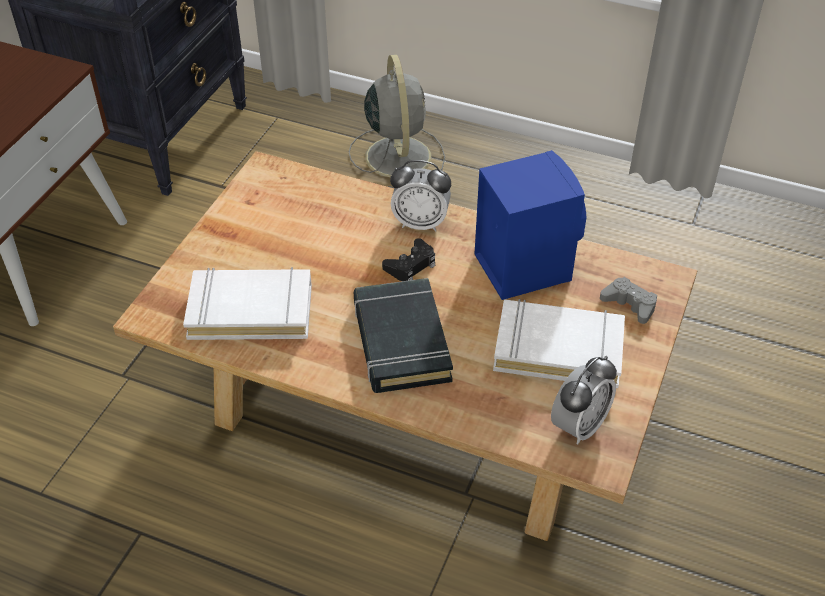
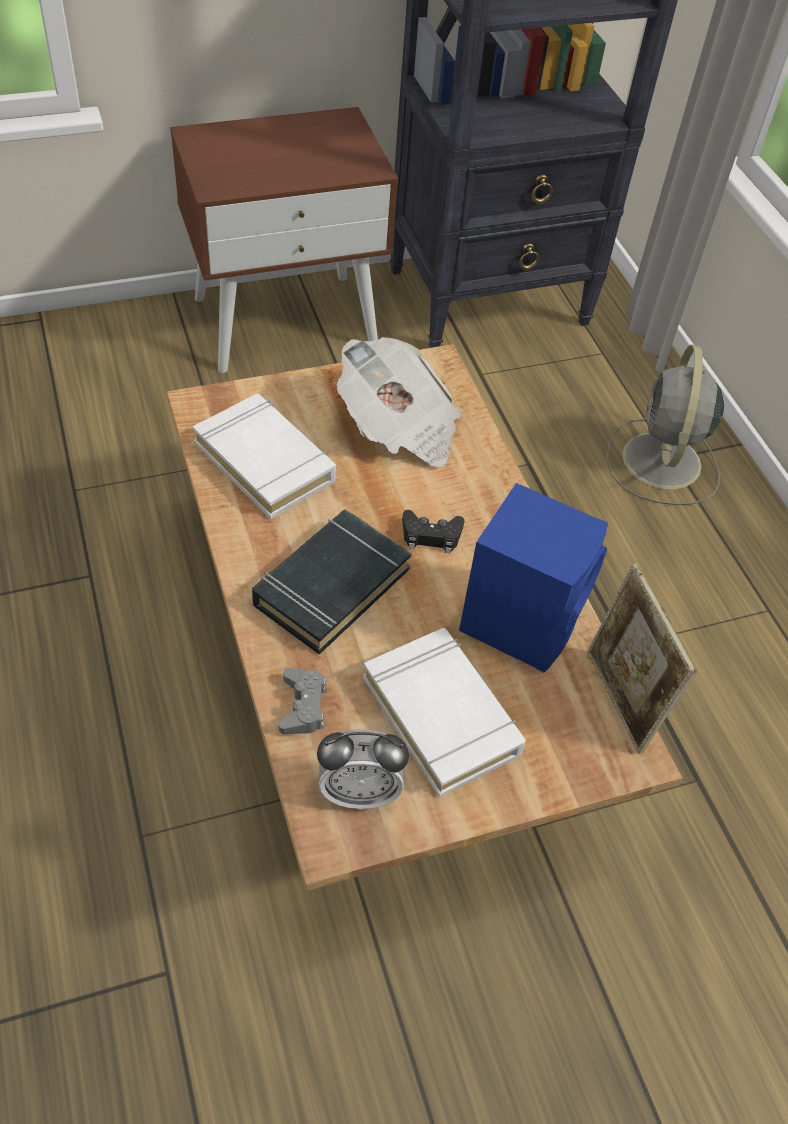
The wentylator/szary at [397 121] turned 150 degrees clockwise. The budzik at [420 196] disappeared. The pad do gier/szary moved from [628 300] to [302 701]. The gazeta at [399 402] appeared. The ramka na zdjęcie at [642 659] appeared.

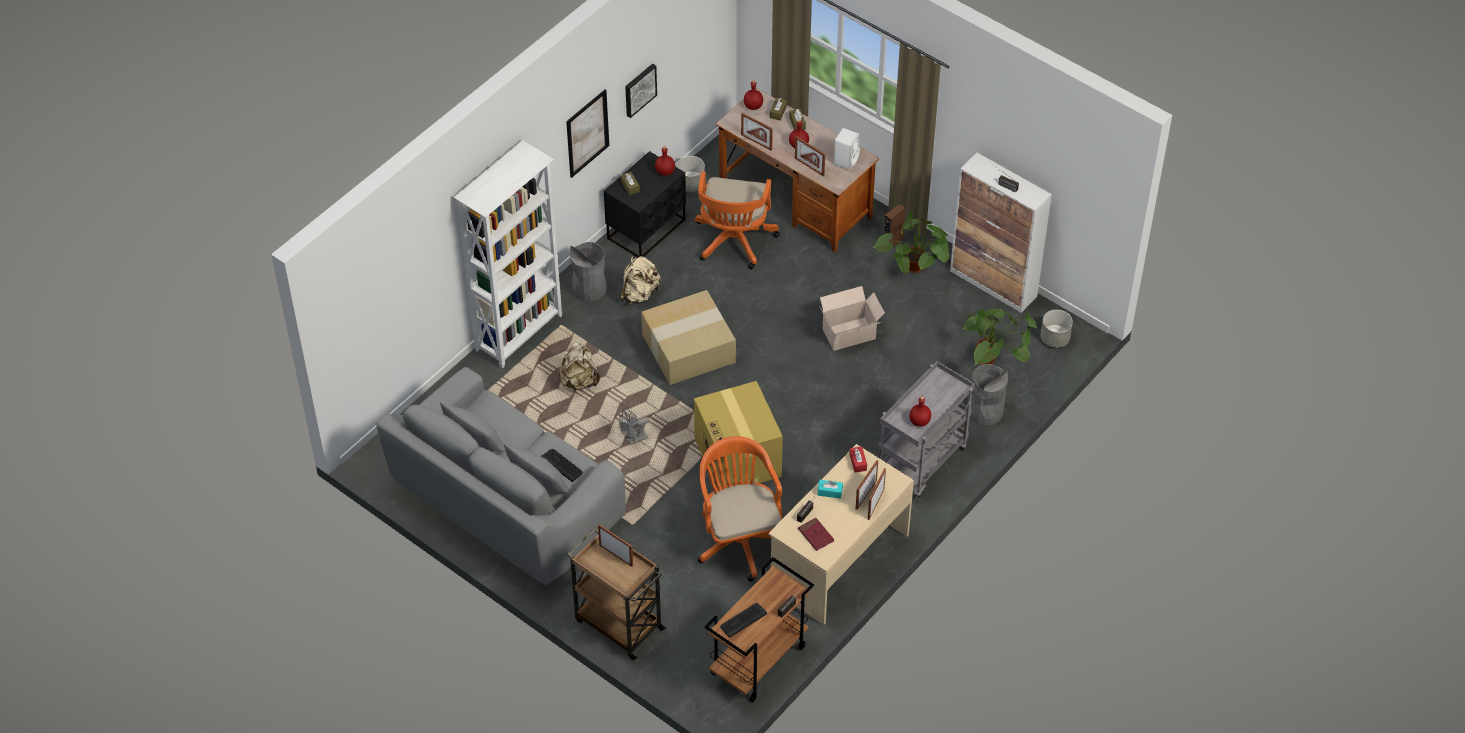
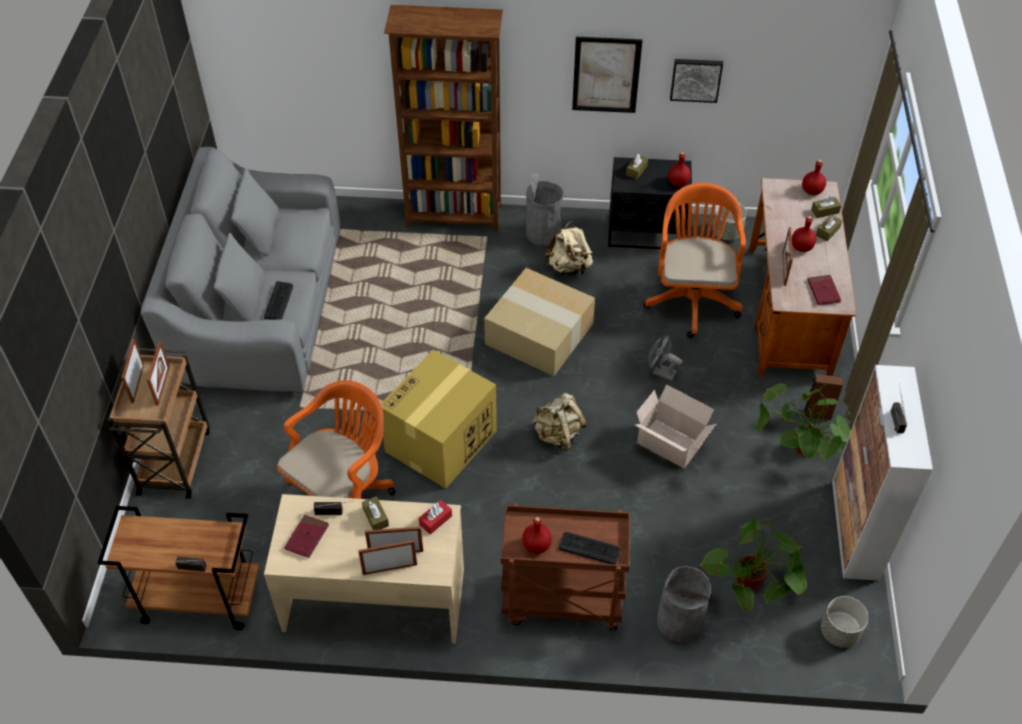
The regał/biały at [508 254] became the regał/brązowy at [443 118]. The plecak/beżowy moved from [579 366] to [560 422]. The wentylator/szary moved from [634 426] to [665 358]. The krzesło biurowe/pomarańczowy at [737 220] turned 120 degrees clockwise. The klawiatura moved from [743 620] to [590 548]. The ramka na zdjęcie moved from [757 132] to [132 371]. The pudełko chusteczek/turkusowy at [830 489] became the pudełko chusteczek/brązowy at [375 513]. The głośnik/biały at [847 149] was replaced by the książka/czerwony at [824 290]. The wózek/szary at [926 429] became the wózek/brązowy at [565 566].

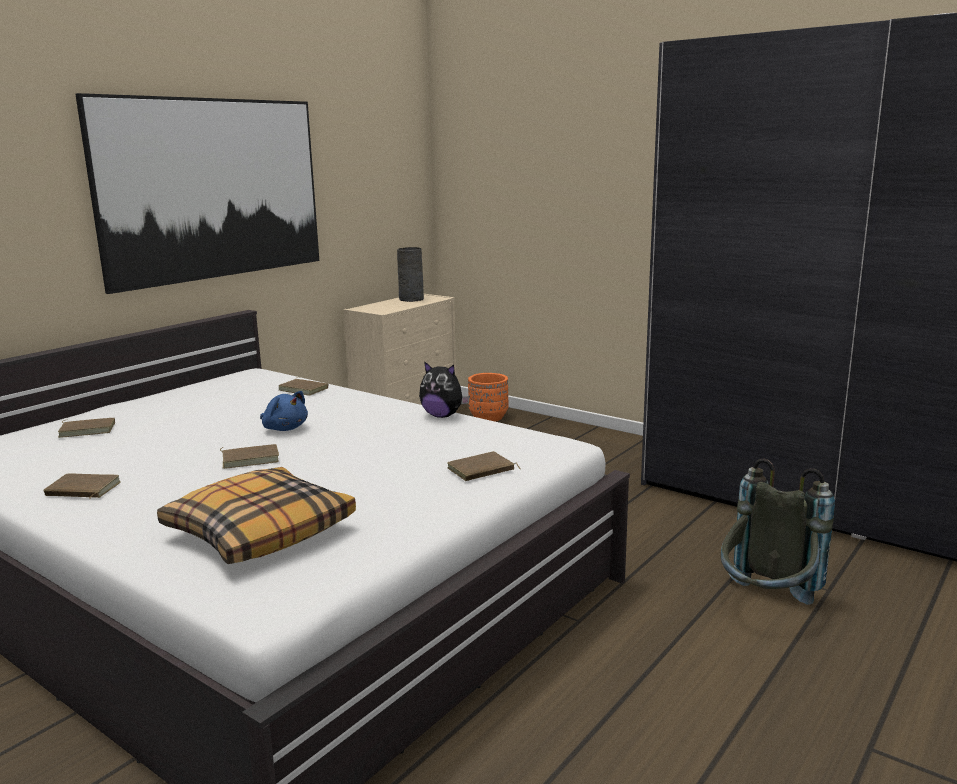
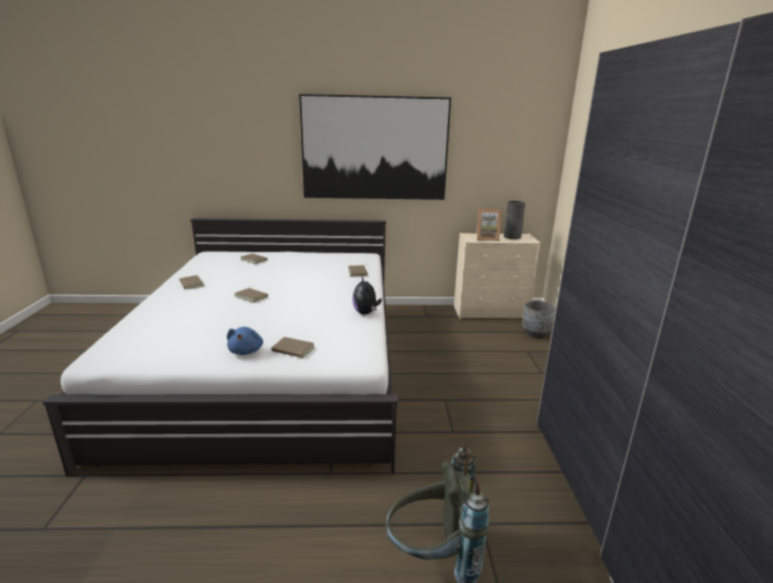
The poduszka at [256 515] disappeared. The pluszak/niebieski moved from [284 411] to [245 341]. The donica/pomarańczowy at [488 397] became the donica/szary at [539 319]. The ramka na zdjęcie at [489 225] appeared.

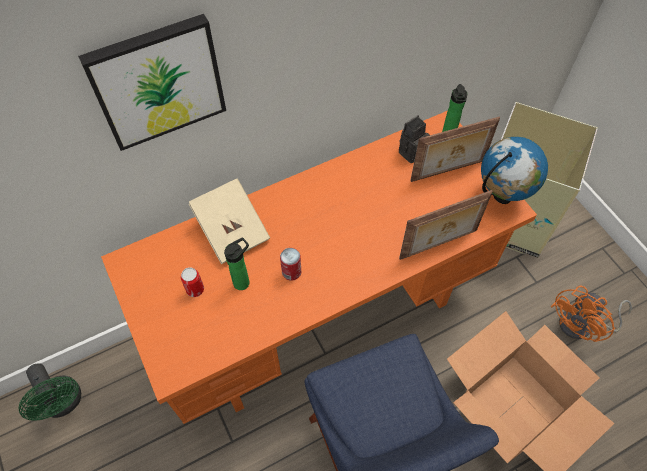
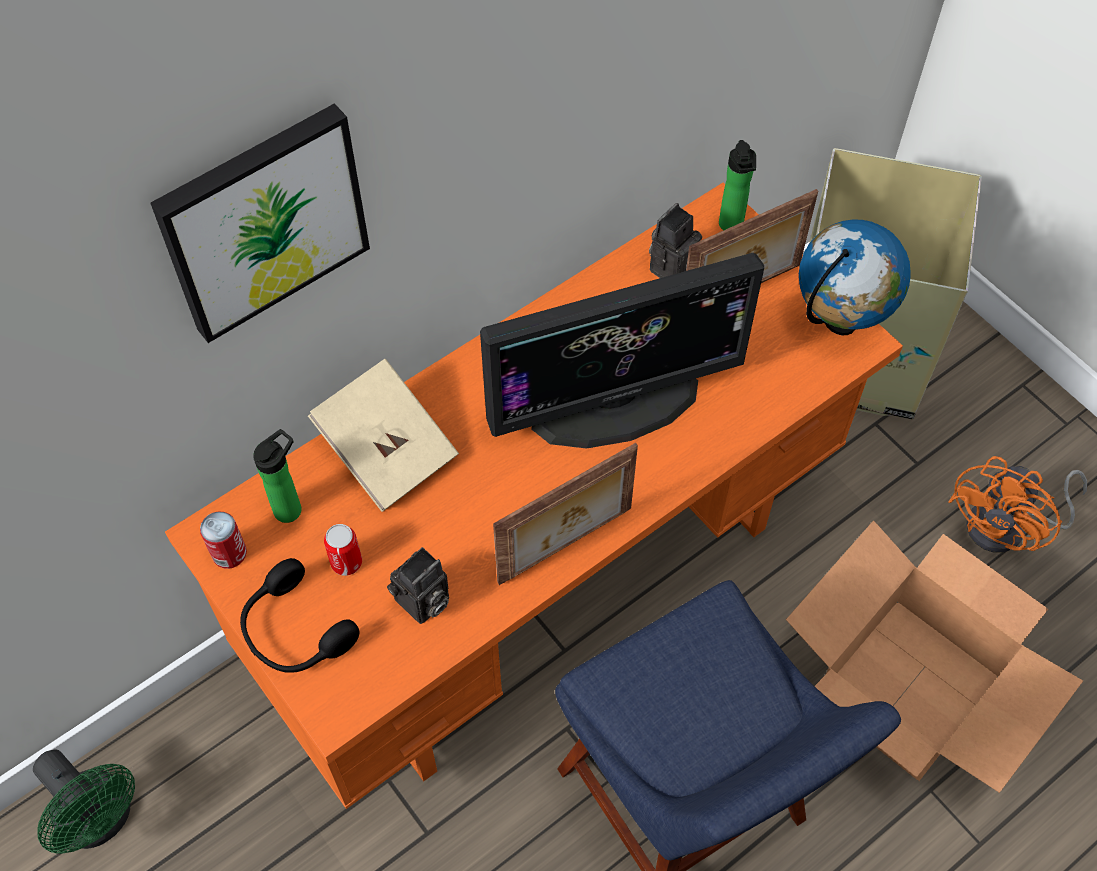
The butelka moved from [236 263] to [277 476]. The puszka moved from [290 264] to [223 540]. The ramka na zdjęcie moved from [446 225] to [565 514]. The słuchawki/czarny at [300 615] appeared. The aparat fotograficzny at [418 585] appeared. The monitor at [622 351] appeared.

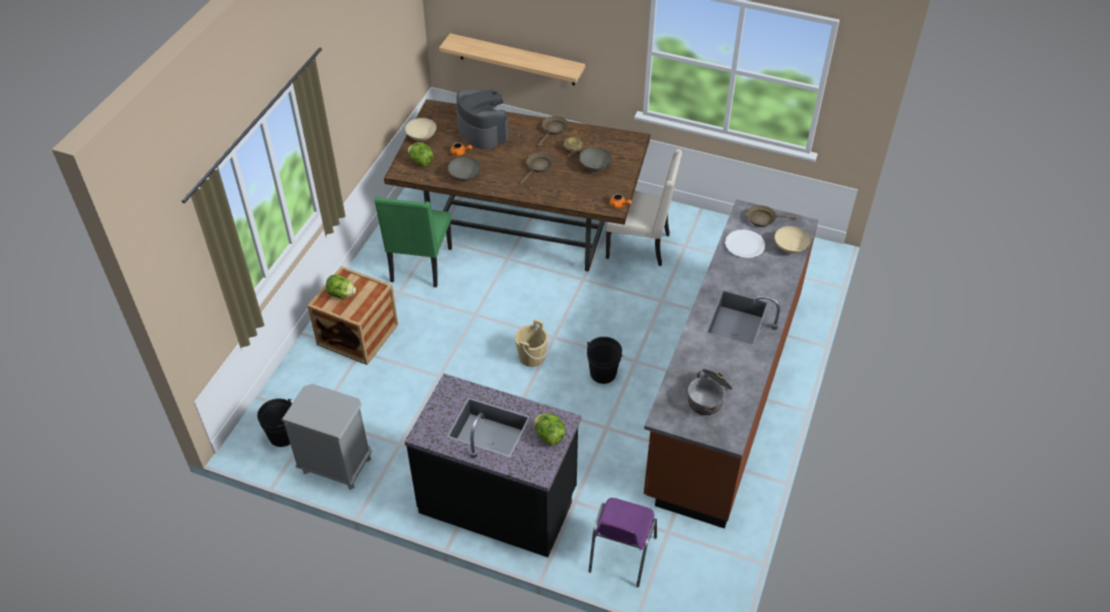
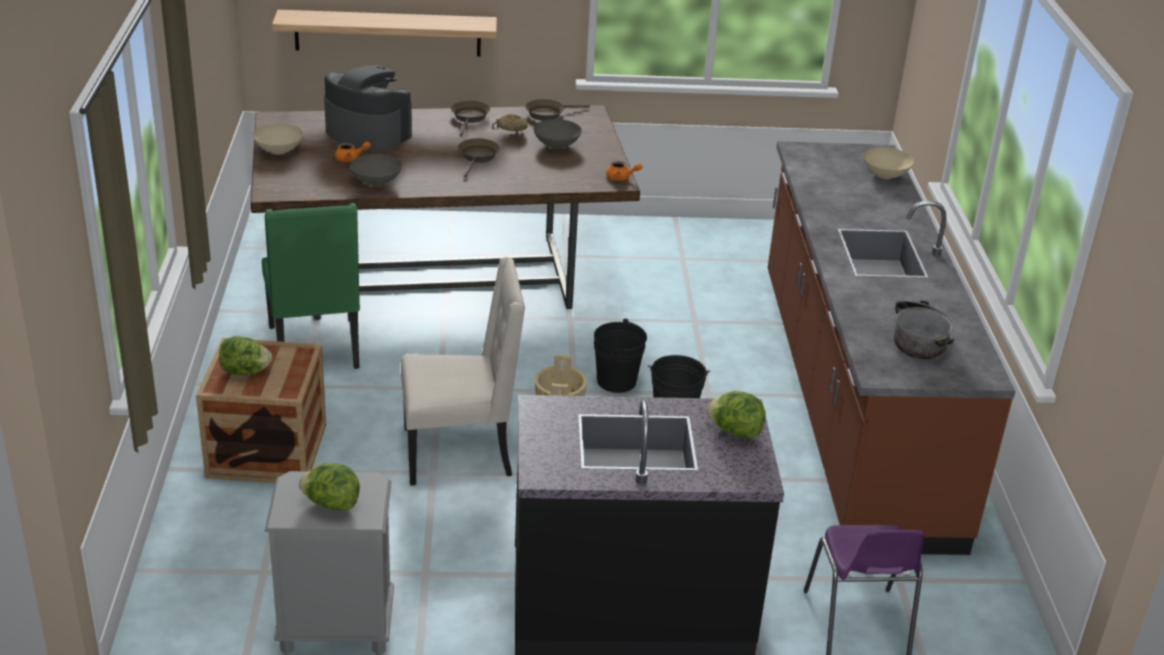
The wiadro/czarny moved from [274 422] to [620 356]. The sałata moved from [420 154] to [329 487]. The krzesło/beżowy moved from [644 207] to [463 371]. The talerz/biały at [745 243] disappeared. The patelnia/brązowy moved from [772 216] to [557 110].

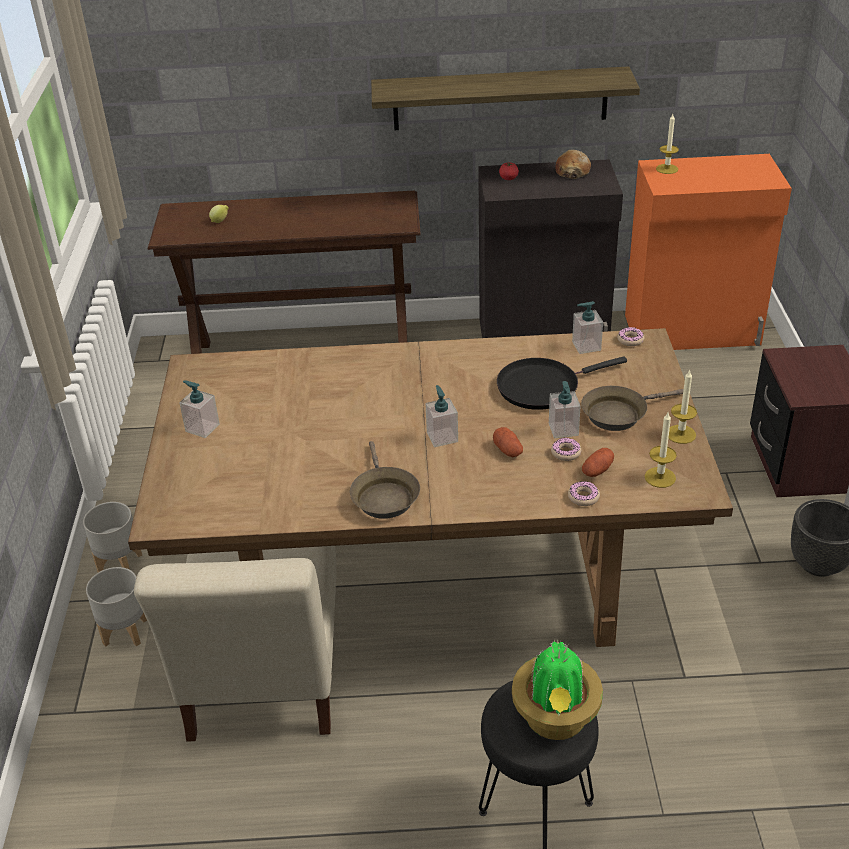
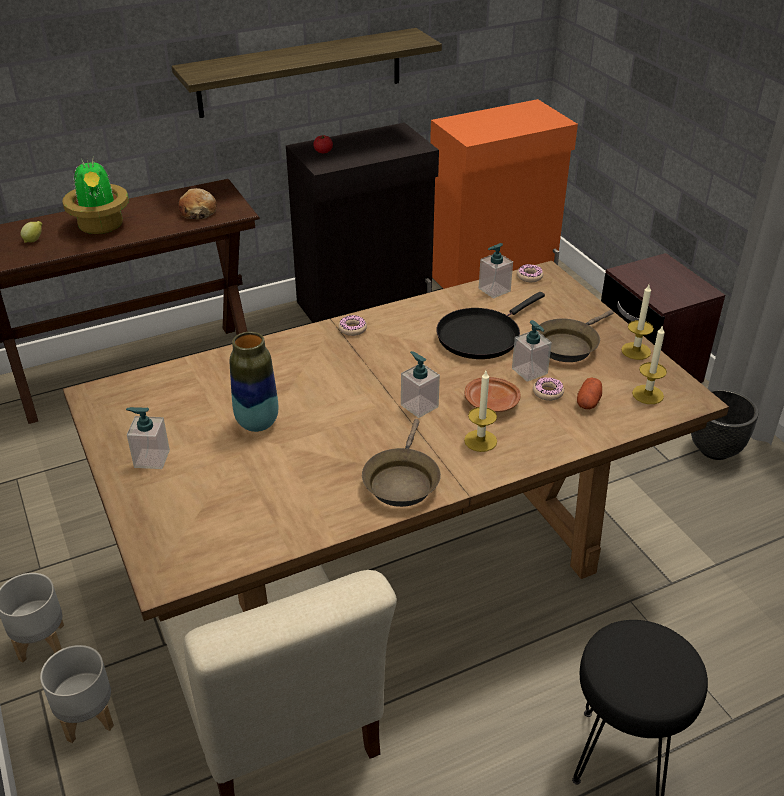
The patelnia/brązowy at [385 480] turned 45 degrees clockwise. The ziemniak at [508 442] was replaced by the talerz/brązowy at [493 394]. The roślina doniczkowa moved from [557 690] to [95 196]. The chleb moved from [573 164] to [198 203]. The donut moved from [584 493] to [352 325]. The świeca moved from [667 144] to [480 411]. The wazon at [254 382] appeared.

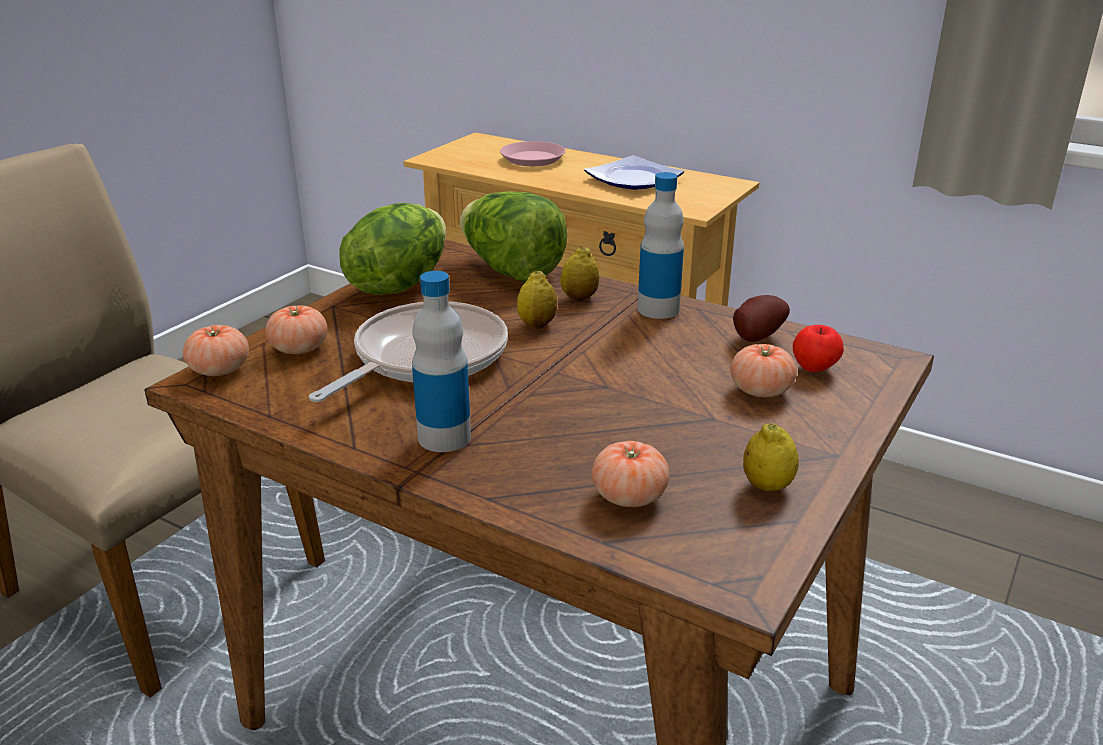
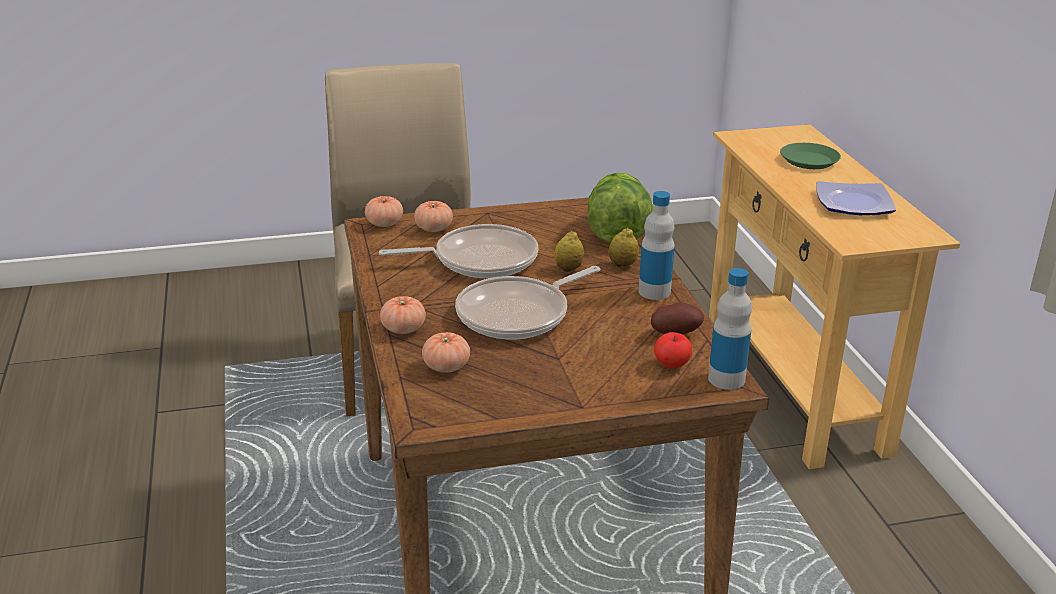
The sałata at [392 249] disappeared. The butelka moved from [441 361] to [730 329]. The talerz/różowy at [533 153] became the talerz/zielony at [810 156]. The pomidor moved from [763 370] to [403 315]. The cytryna at [771 457] disappeared. The patelnia at [527 303] appeared.

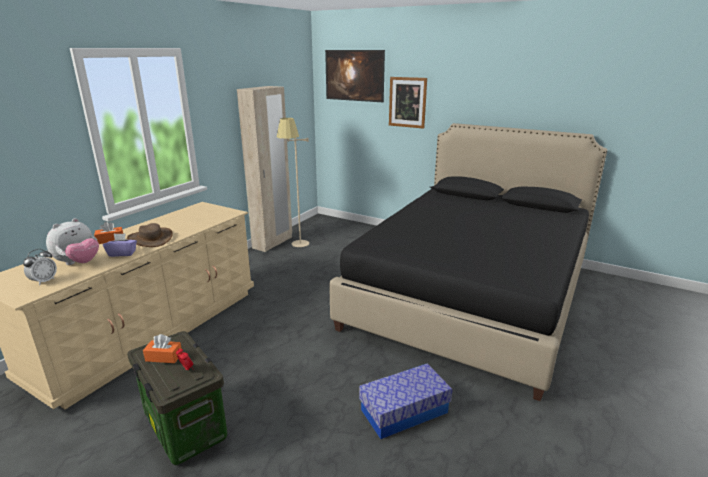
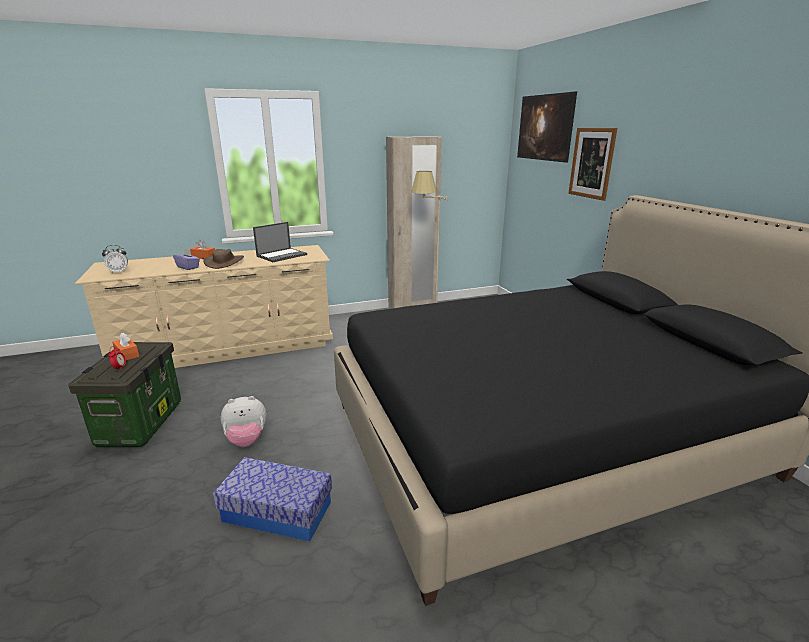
The pluszak moved from [72 241] to [244 421]. The laptop at [280 242] appeared.

